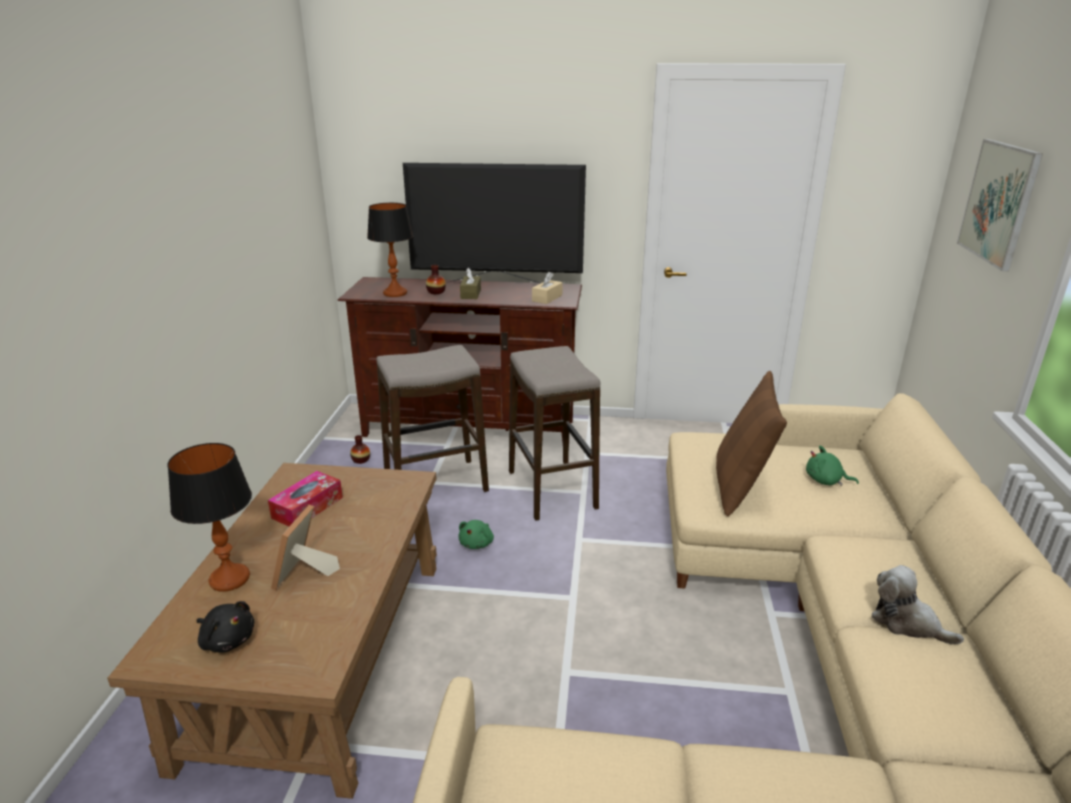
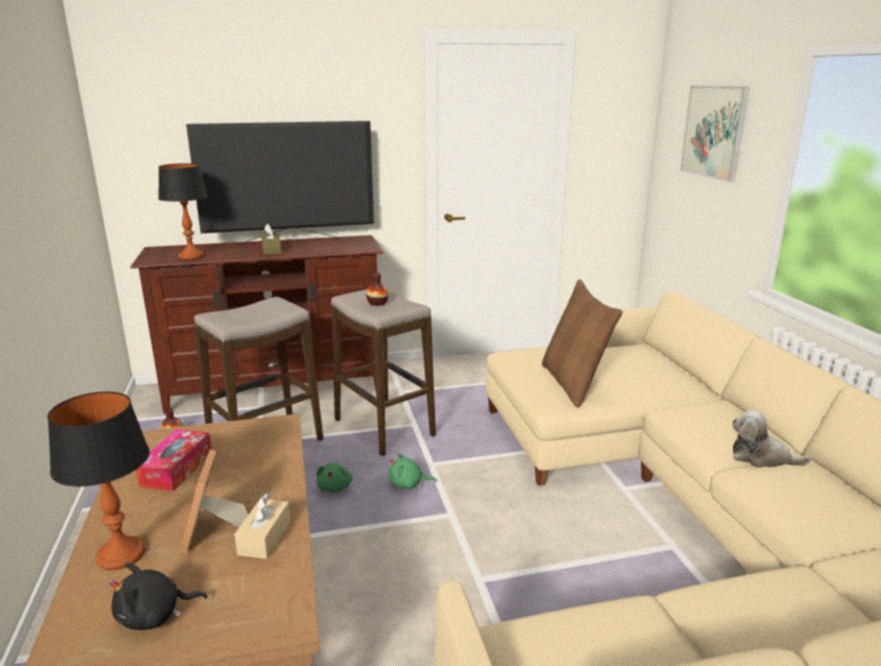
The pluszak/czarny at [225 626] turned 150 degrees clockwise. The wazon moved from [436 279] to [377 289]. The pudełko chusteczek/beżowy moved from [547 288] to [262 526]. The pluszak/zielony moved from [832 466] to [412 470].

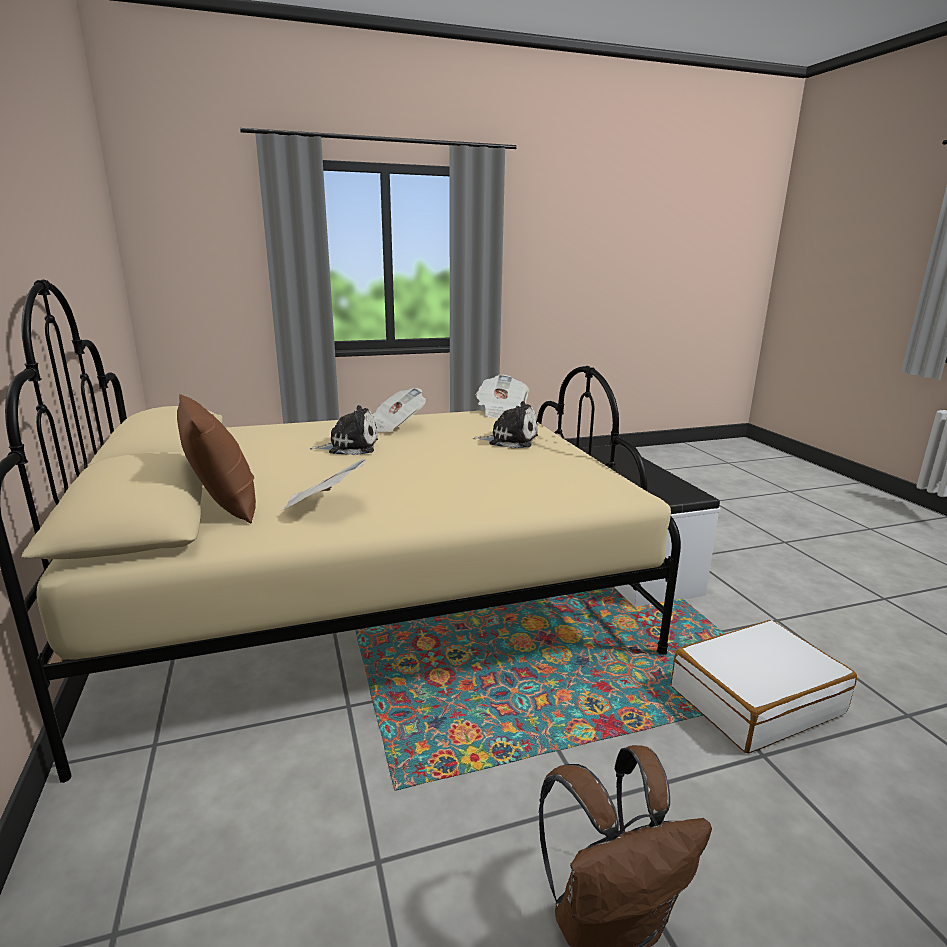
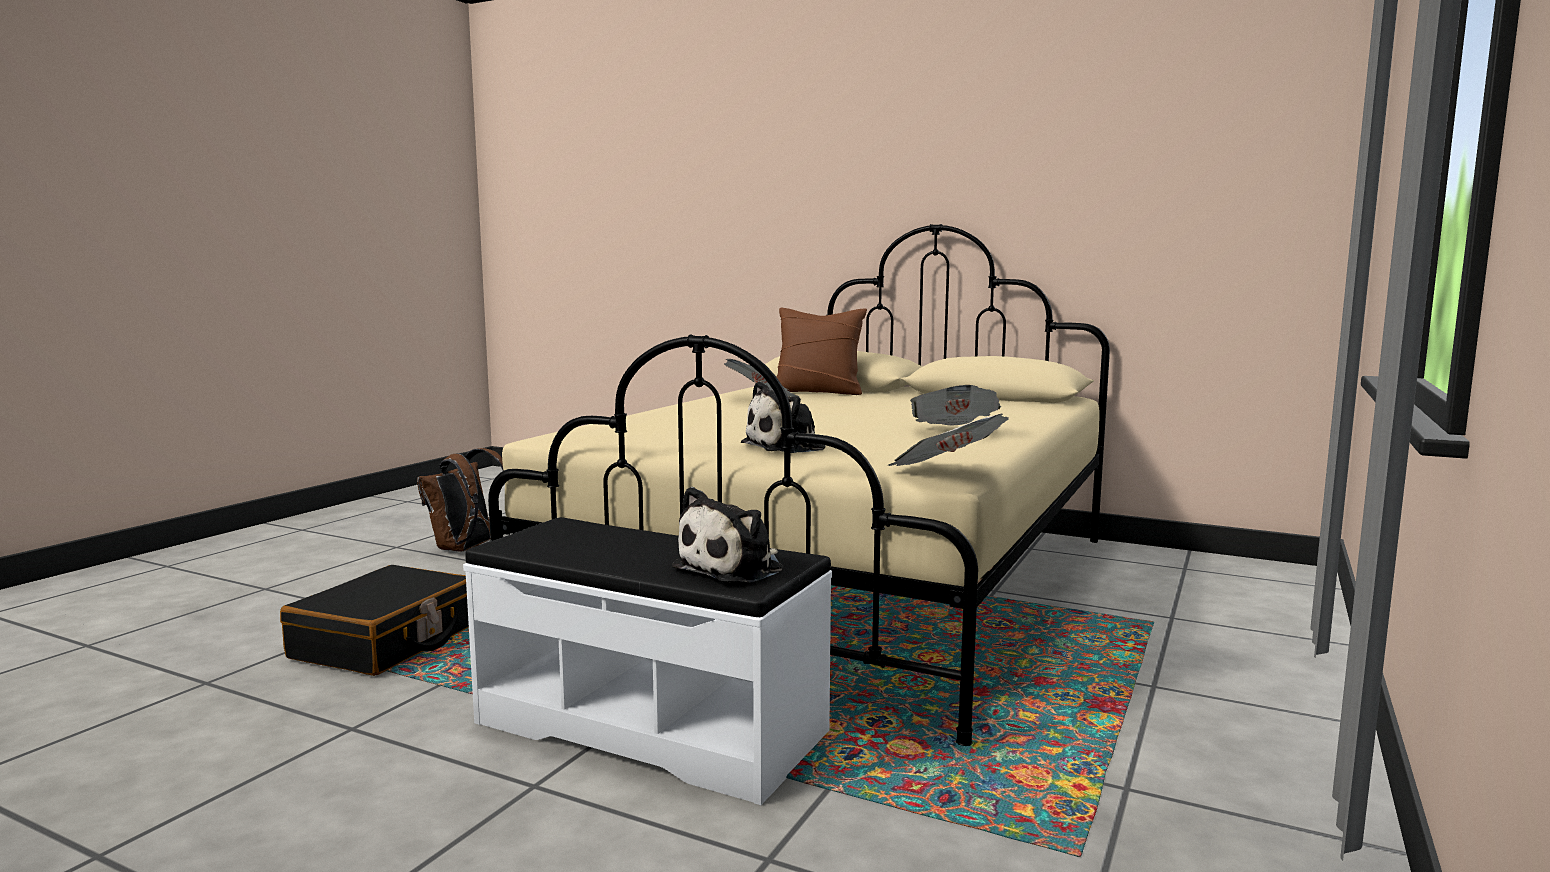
The pluszak moved from [343 430] to [727 535]. The walizka/biały at [764 686] became the walizka/czarny at [374 620].

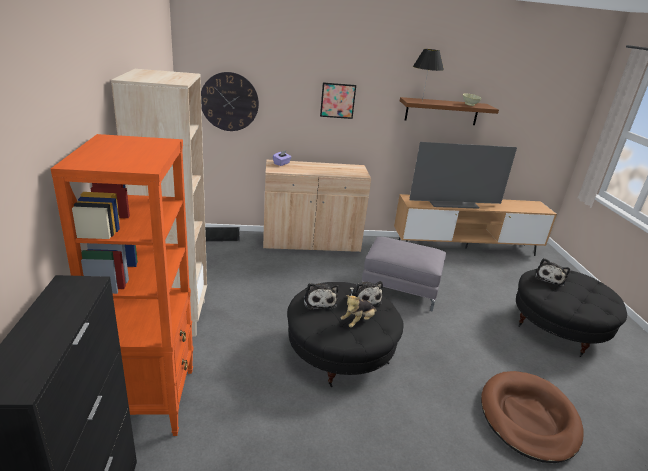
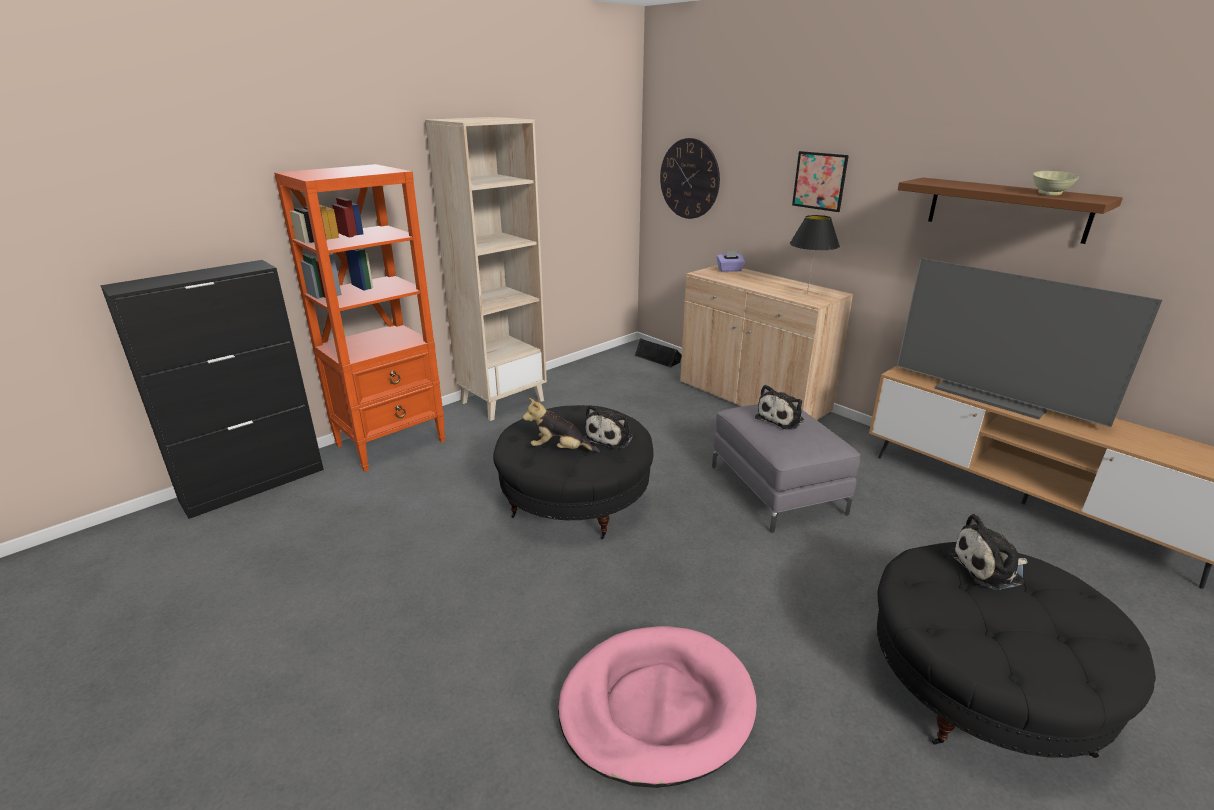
The pluszak moved from [321 296] to [779 407]. The lampa stołowa/czarny moved from [428 75] to [815 254]. The legowisko/brązowy at [532 417] became the legowisko/różowy at [657 707].

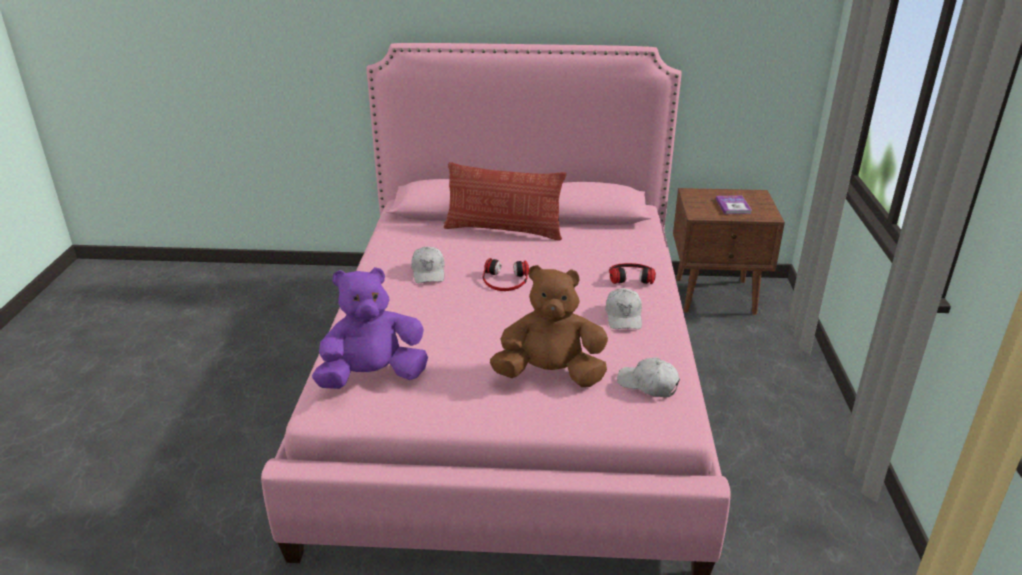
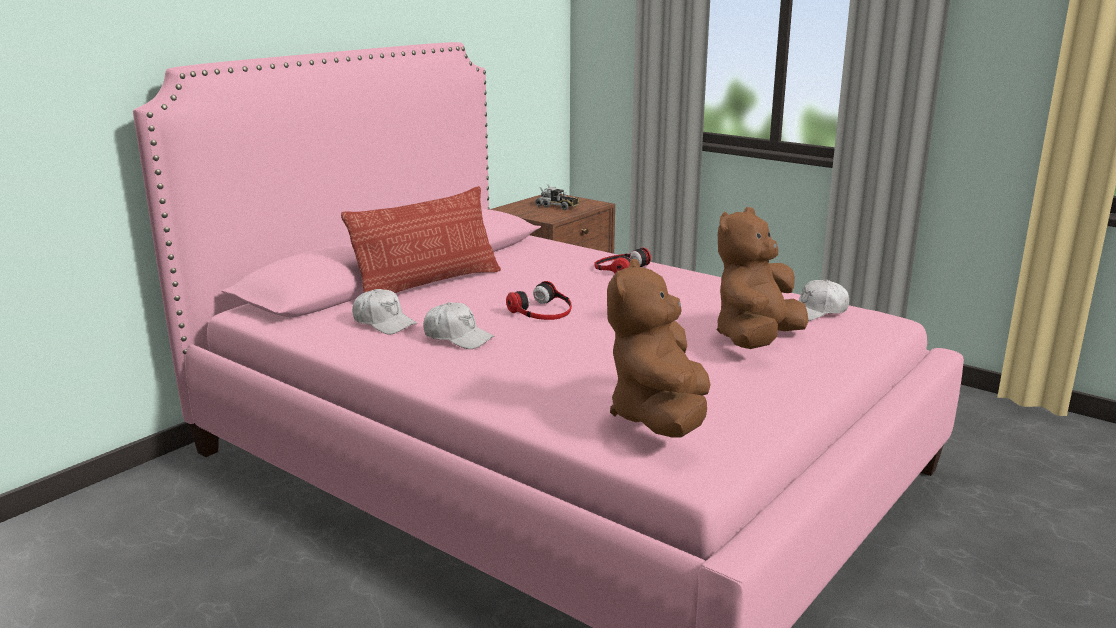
The pluszak/fioletowy at [370 328] became the pluszak/brązowy at [659 348]. The czapka z daszkiem/biały moved from [623 308] to [385 311]. The książka at [733 204] was replaced by the ciężarówka zabawkowa at [557 197].

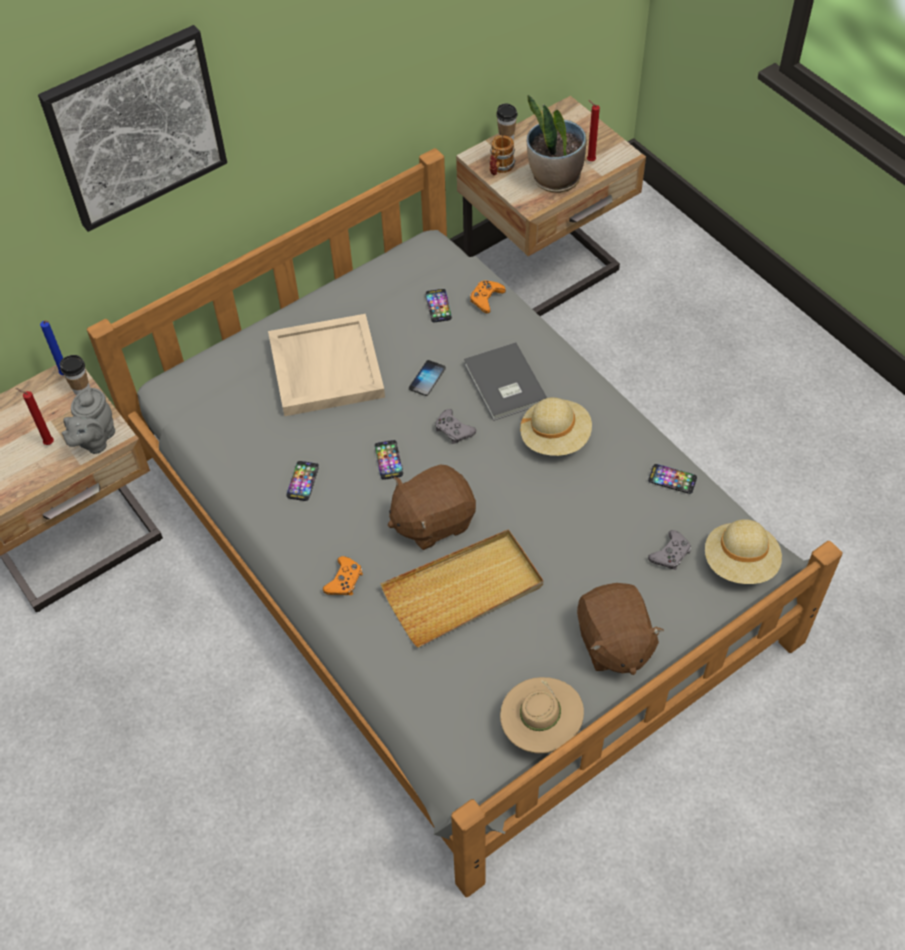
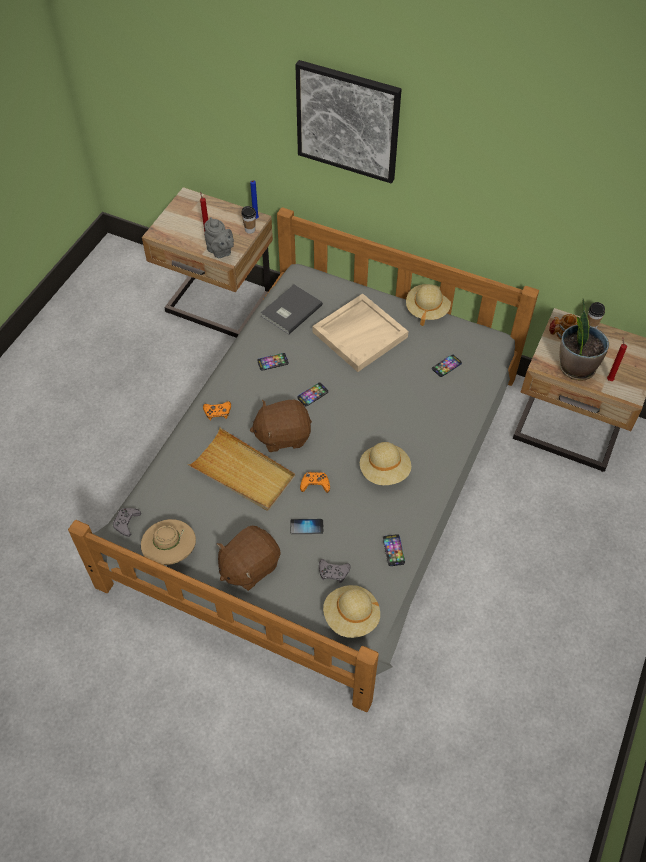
The imbryk/szary at [88 421] turned 120 degrees counterclockwise. The pluszak/brązowy at [432 507] turned 45 degrees counterclockwise. The telefon moved from [427 378] to [307 526]. The pad do gier/szary moved from [455 426] to [127 522]. The książka/szary moved from [505 381] to [292 309]. The pad do gier/pomarańczowy moved from [488 296] to [315 482]. The kapelusz/beżowy at [428 305] appeared.

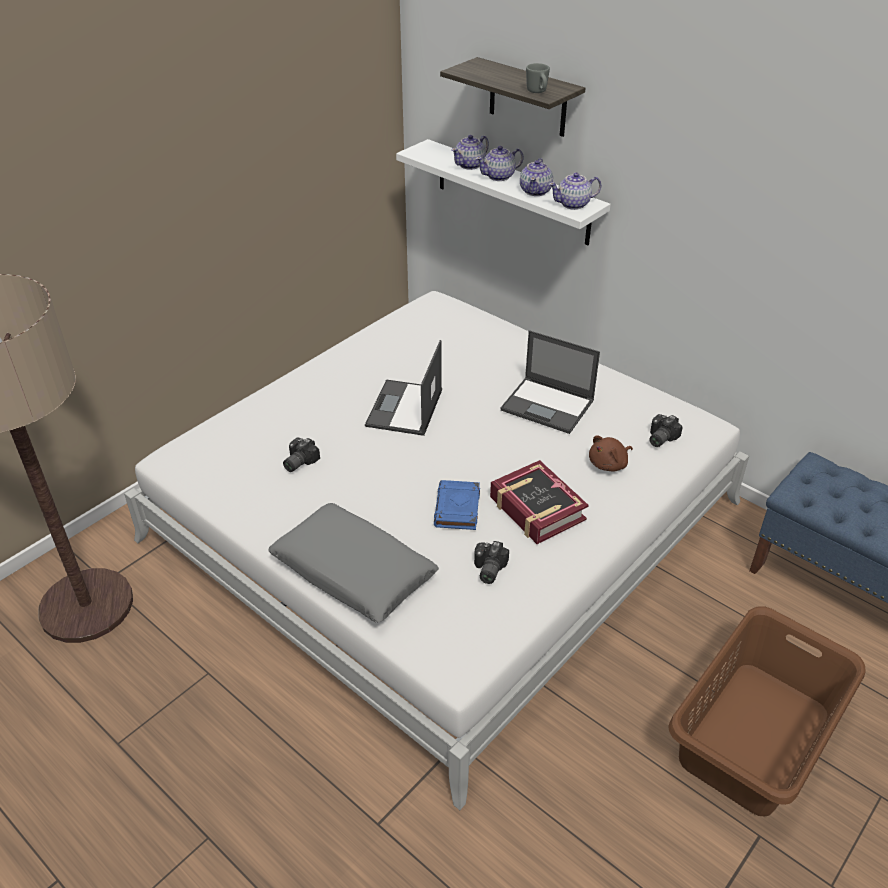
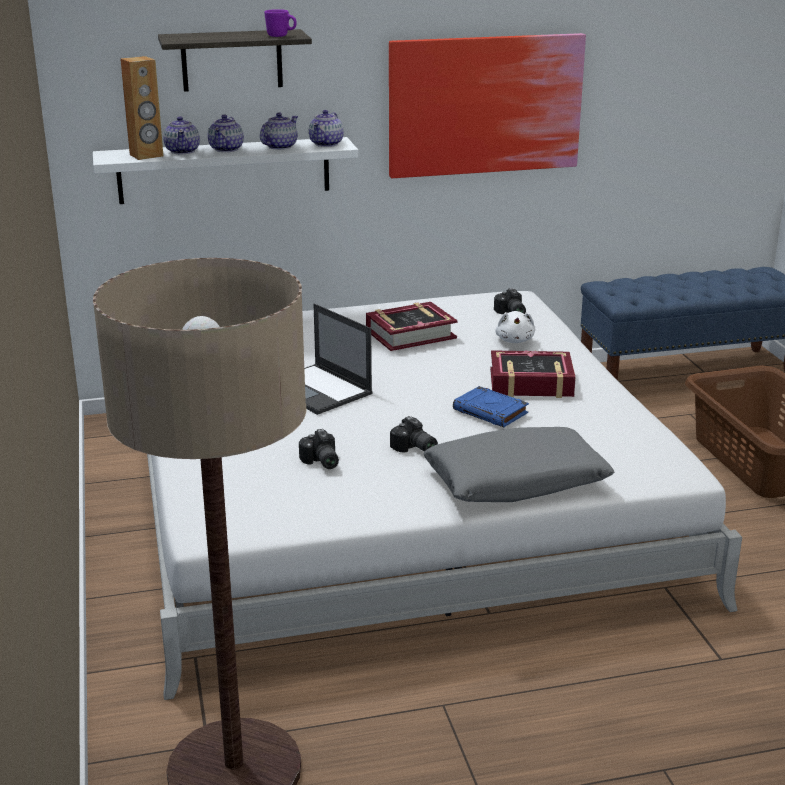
The aparat fotograficzny moved from [491 562] to [414 434]. The laptop at [550 382] was replaced by the książka at [412 326]. The imbryk at [536 177] turned 105 degrees counterclockwise. The kubek/szary at [538 78] became the kubek/fioletowy at [280 23]. The pluszak/brązowy at [611 453] became the pluszak/biały at [515 327]. The głośnik/brązowy at [142 108] appeared. The obraz at [487 105] appeared.

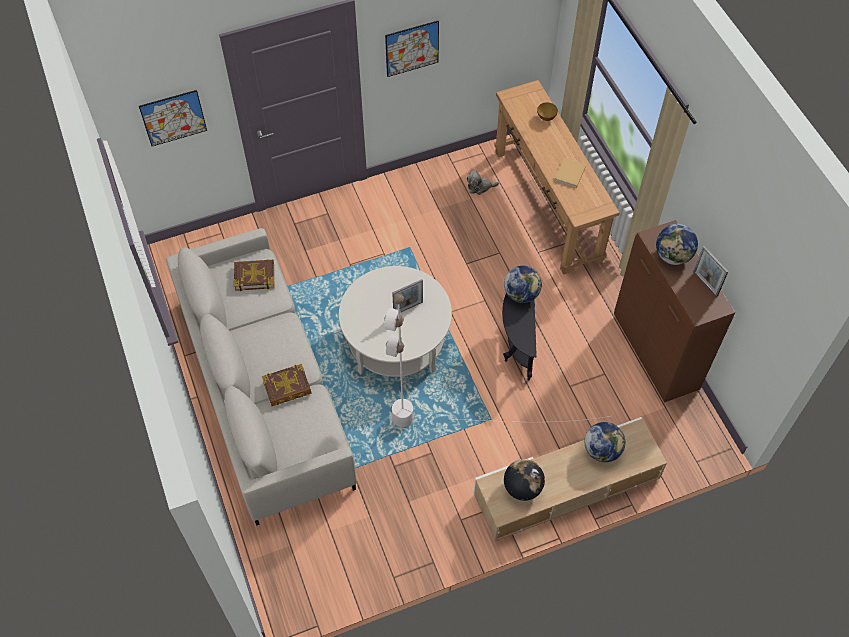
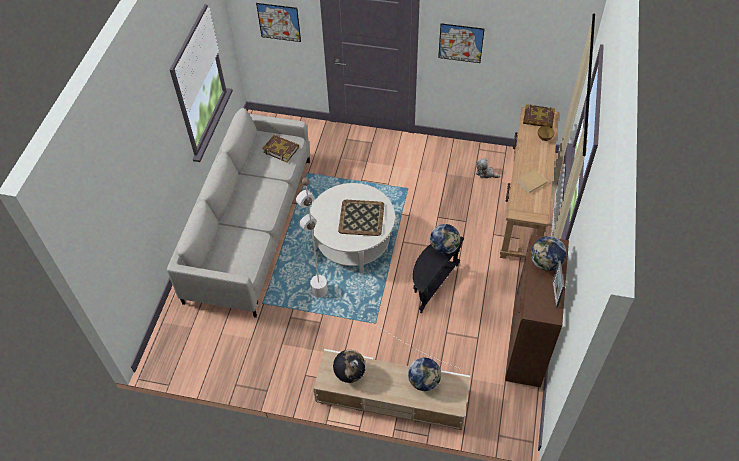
The książka moved from [287 385] to [539 116]. The ramka na zdjęcie at [407 295] was replaced by the taca at [361 218].

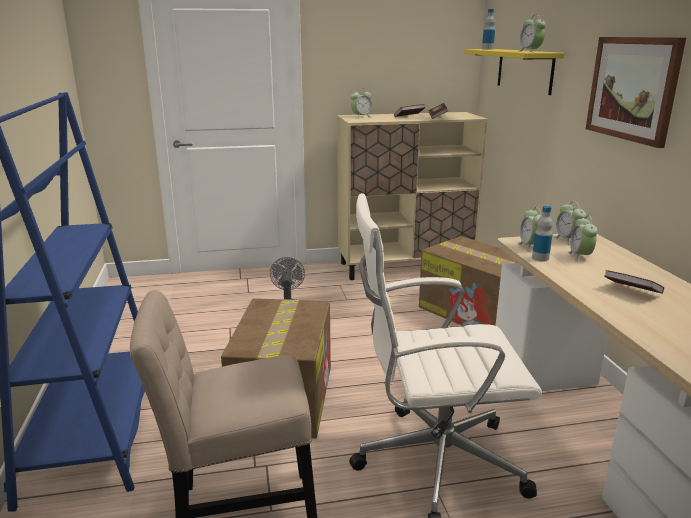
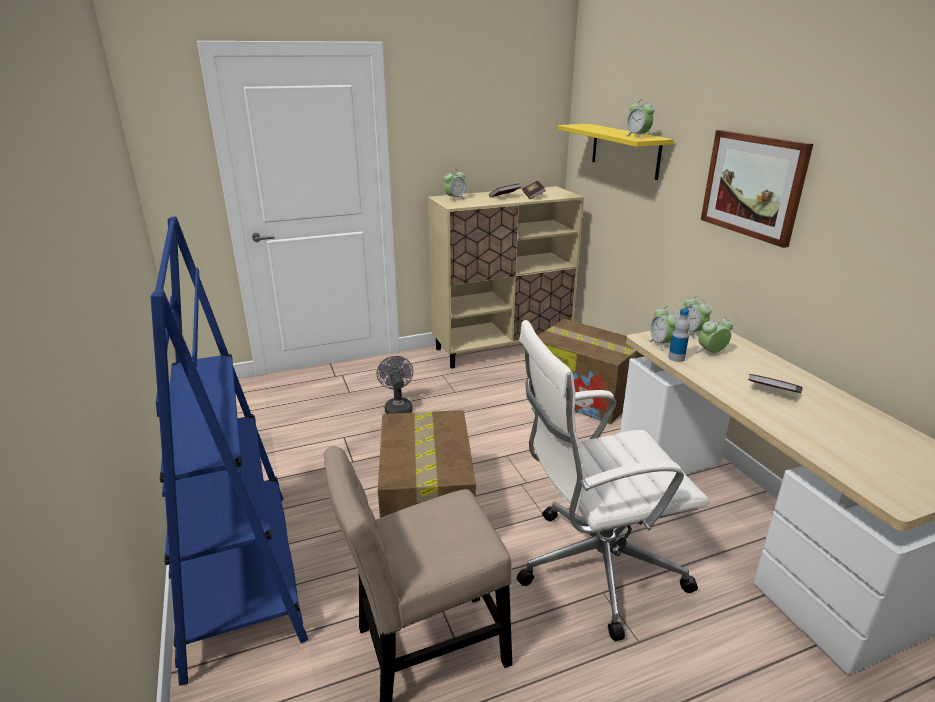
The butelka at [488 29] disappeared. The budzik at [583 238] turned 75 degrees clockwise.

